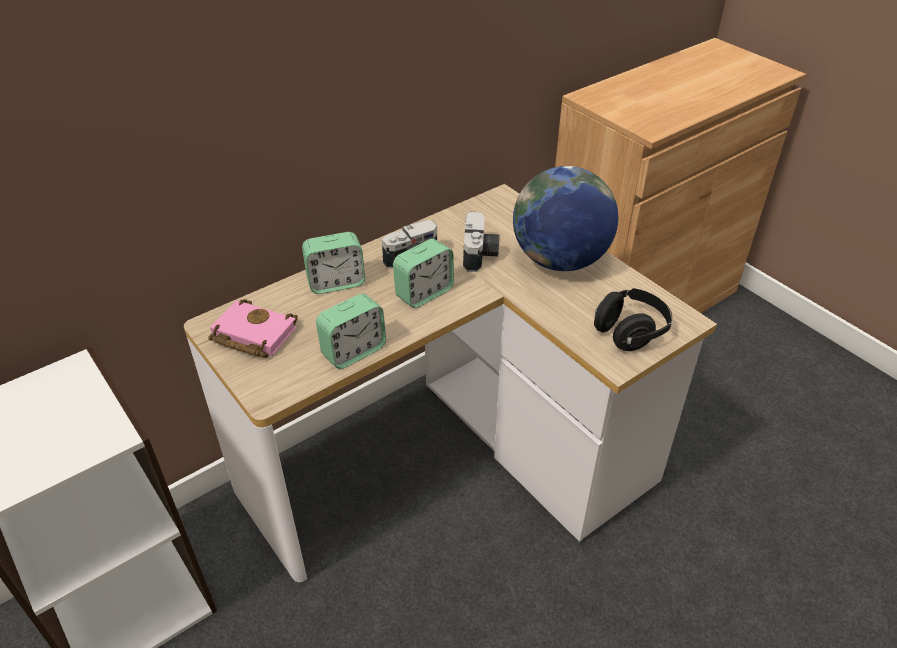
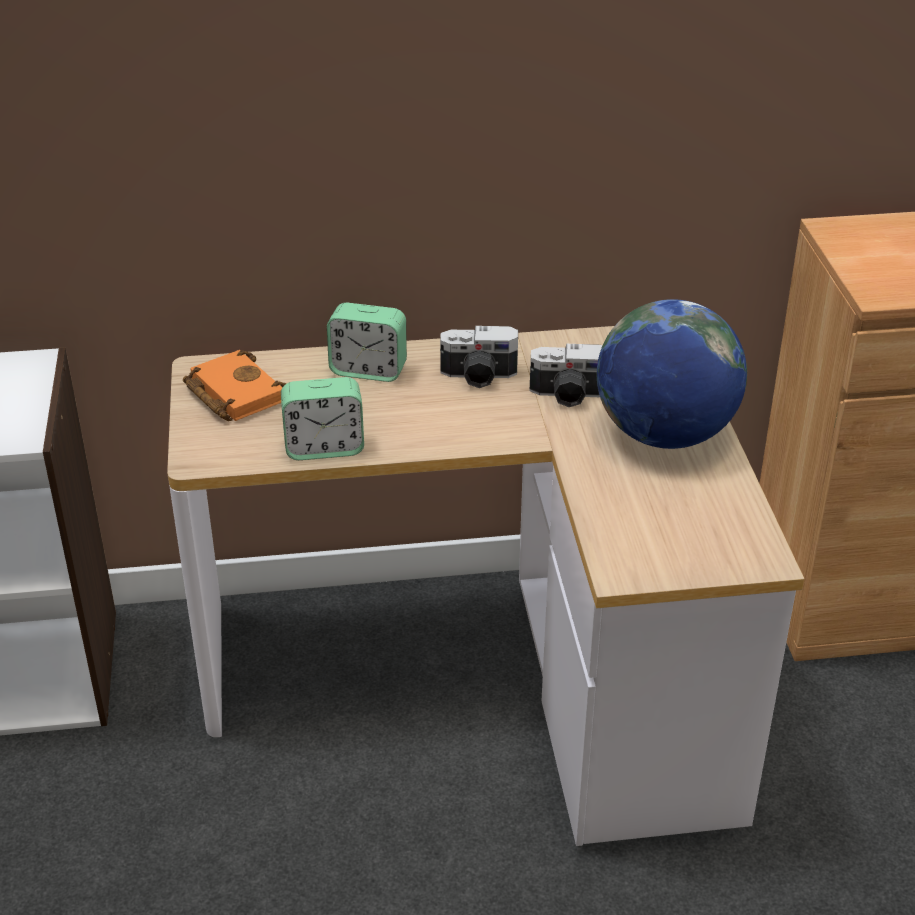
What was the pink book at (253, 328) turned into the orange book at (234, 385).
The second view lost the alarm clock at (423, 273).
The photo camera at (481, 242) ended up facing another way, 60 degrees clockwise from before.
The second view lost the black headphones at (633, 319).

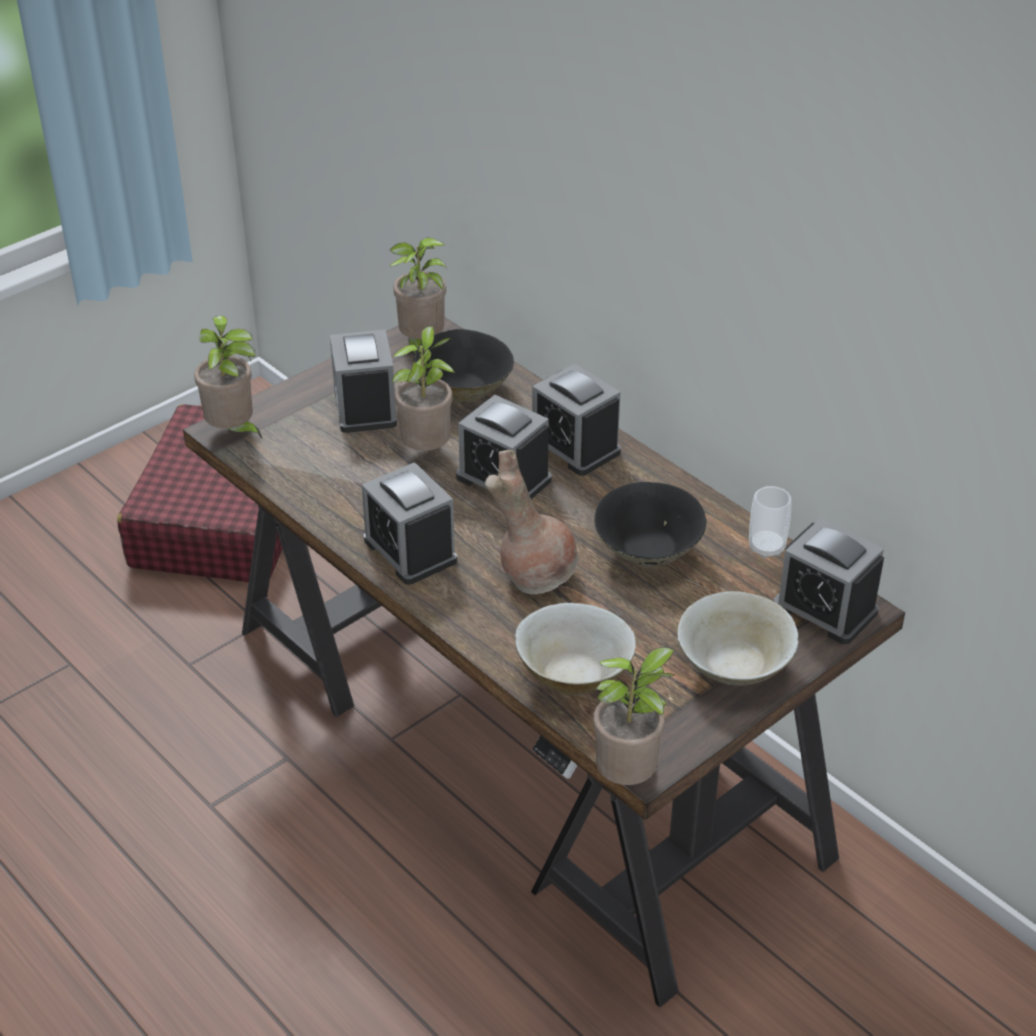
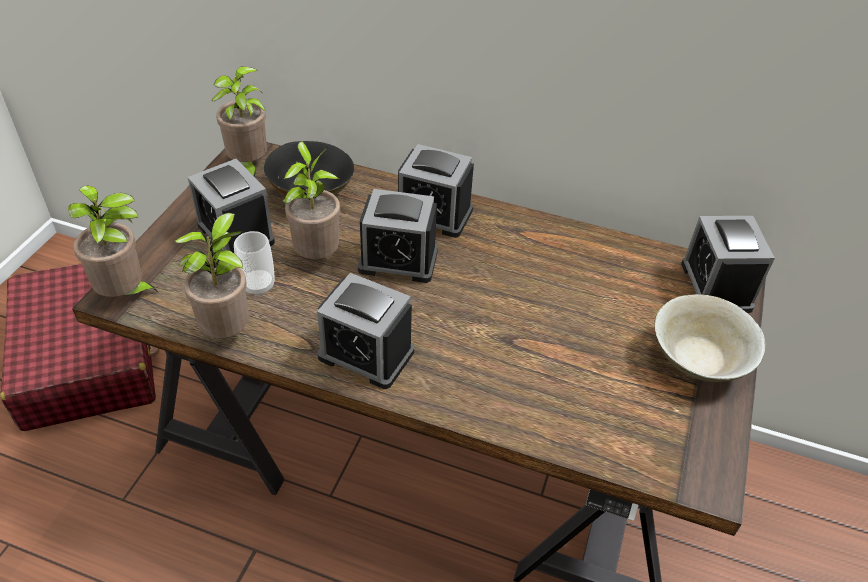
The second view lost the brown vase at (531, 522).
The second view lost the beige bowl at (575, 649).
The potted plant ended up elsewhere, having gone from (634, 716) to (211, 275).
The second view lost the black bowl at (650, 524).
The cup ended up elsewhere, having gone from (770, 522) to (254, 263).
The alarm clock at (828, 581) ended up facing another way, 75 degrees clockwise from before.

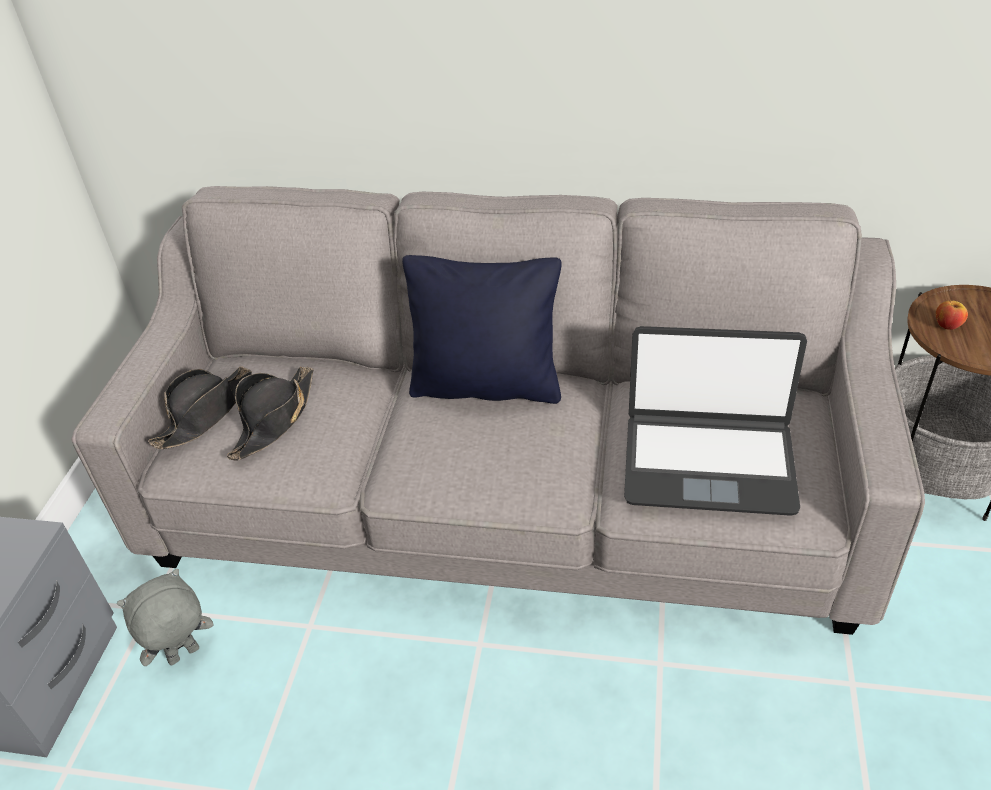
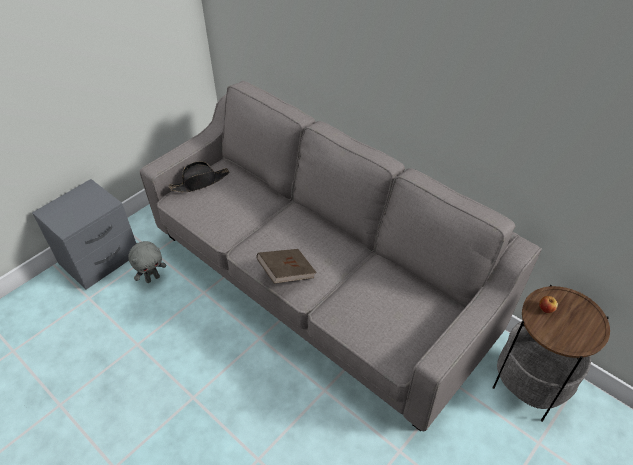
The grey plush toy at (165, 617) ended up facing another way, 150 degrees clockwise from before.
The second view lost the black hat at (270, 414).
The second view lost the black pillow at (482, 329).
The second view lost the laptop at (715, 421).
The second view gained the brown book at (286, 266).

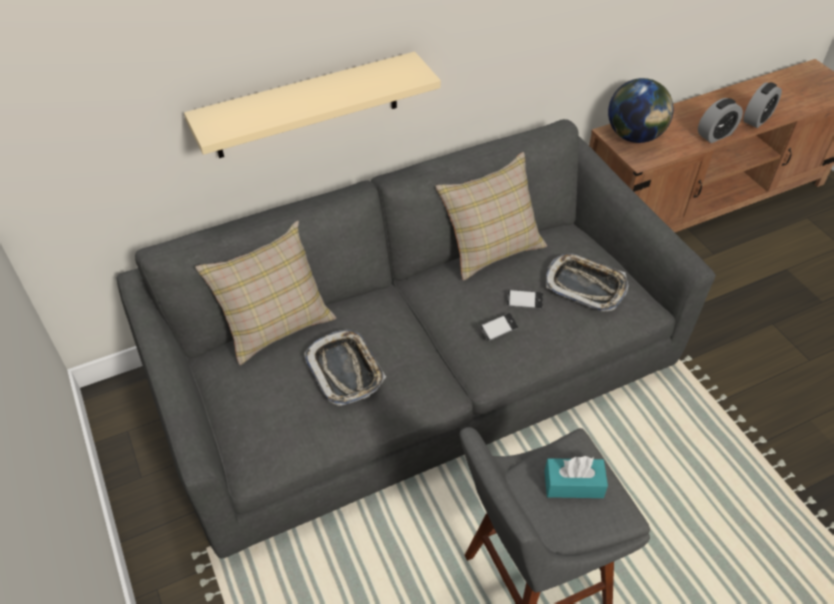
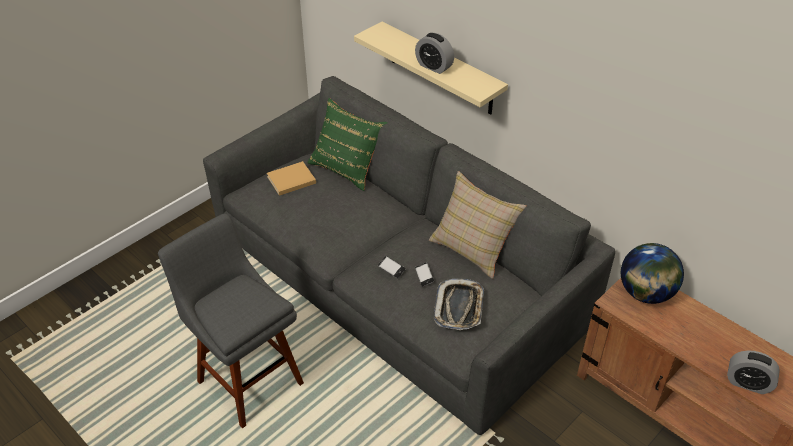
What was the beige pillow at (265, 293) turned into the green pillow at (347, 144).
The second view lost the tray at (345, 368).
The second view lost the turquoise tissue box at (576, 477).
The alarm clock ended up elsewhere, having gone from (720, 120) to (434, 53).
The second view gained the beige book at (291, 178).

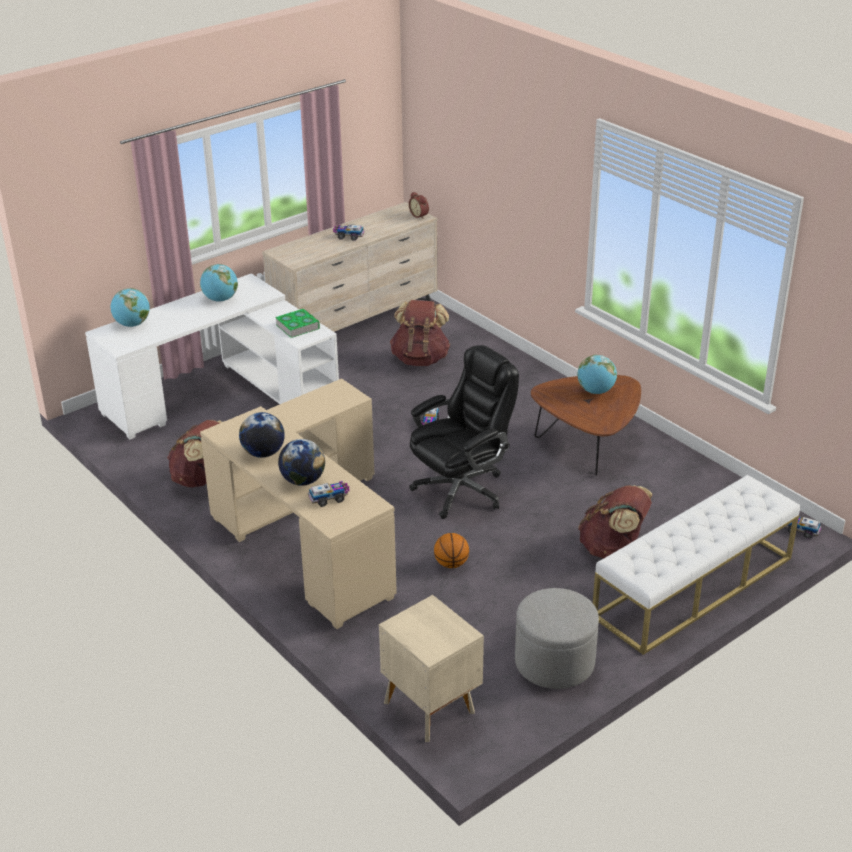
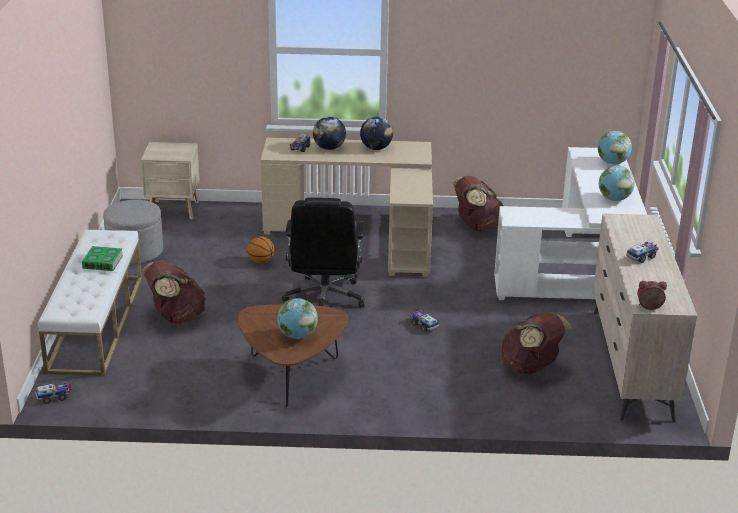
The book ended up elsewhere, having gone from (297, 323) to (102, 258).

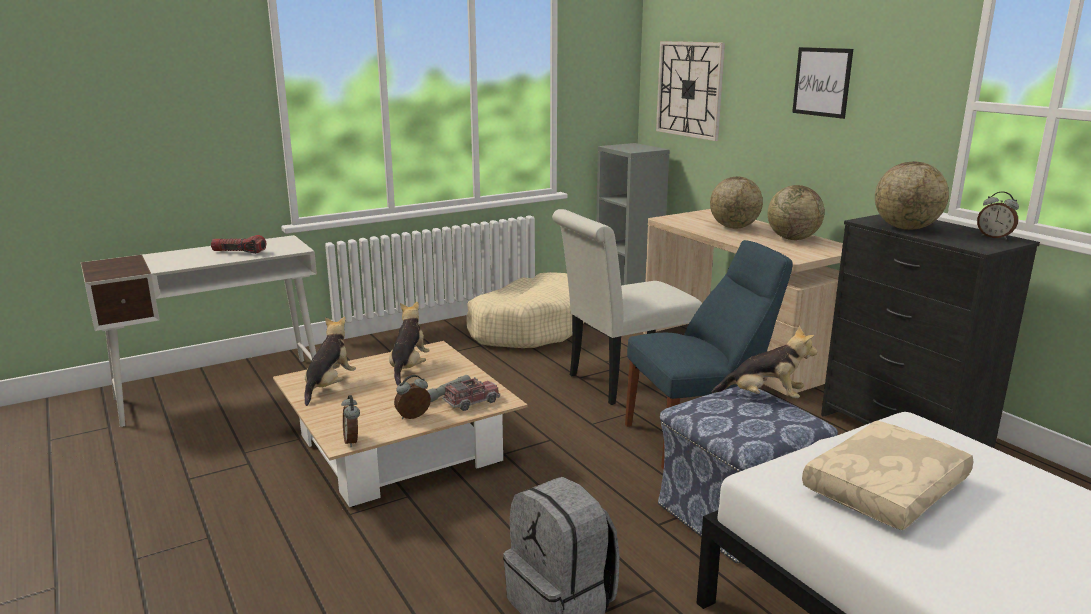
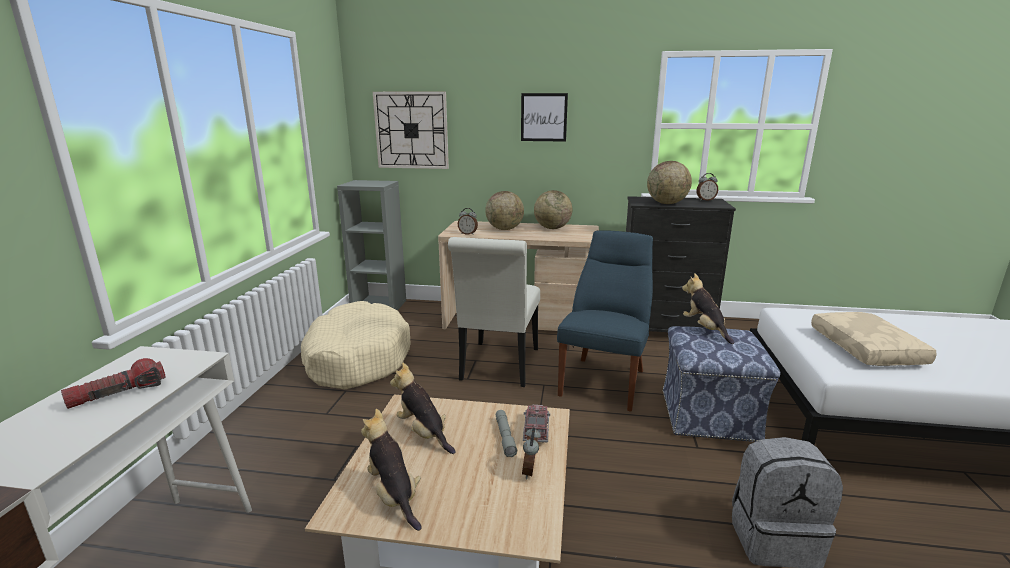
The alarm clock ended up elsewhere, having gone from (350, 421) to (468, 221).
The plush toy at (764, 362) ended up facing another way, 75 degrees counterclockwise from before.

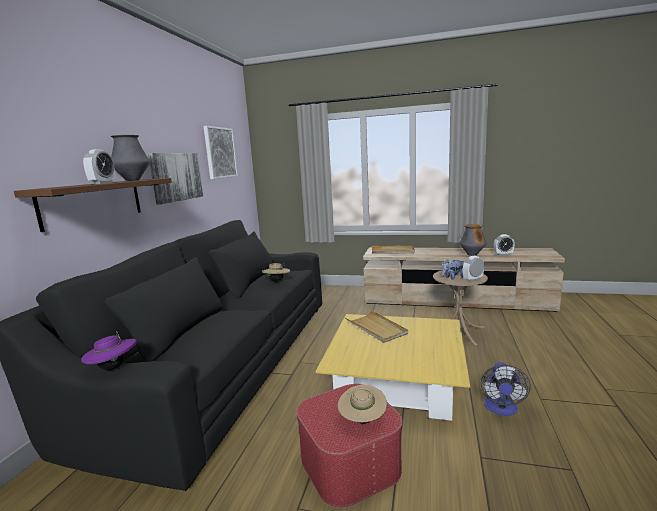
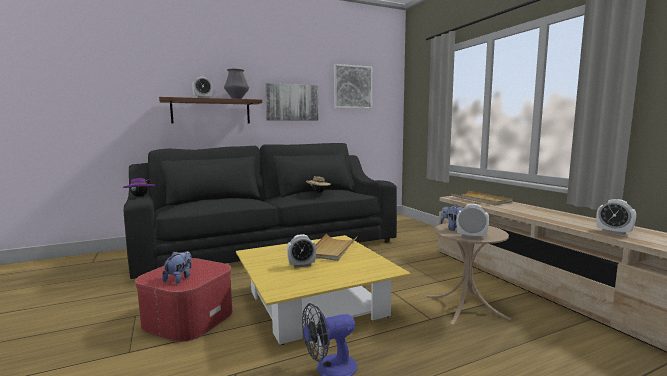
Where the beige hat stood at (362, 404), the plush toy came to stand at (177, 267).
The second view lost the vase at (473, 240).
The second view gained the alarm clock at (301, 251).

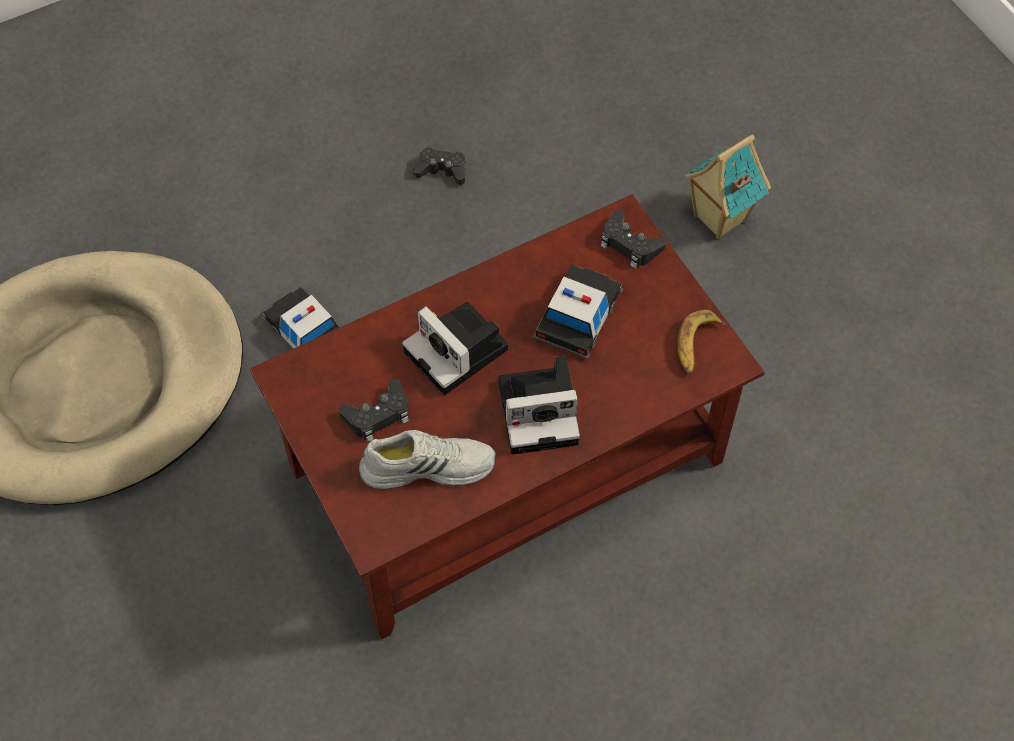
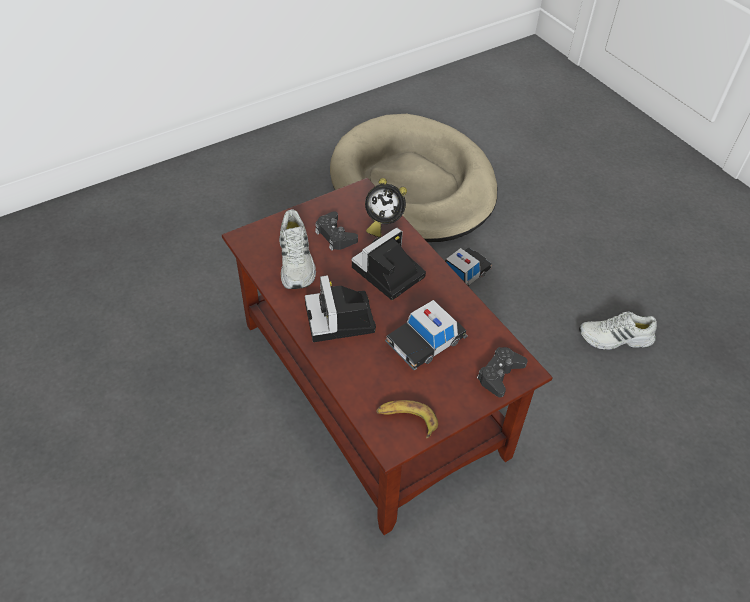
Where the black game controller stood at (439, 166), the white shoe came to stand at (618, 330).
The toy car at (578, 311) ended up facing another way, 120 degrees clockwise from before.
The second view lost the toy house at (728, 186).
The second view gained the alarm clock at (386, 207).

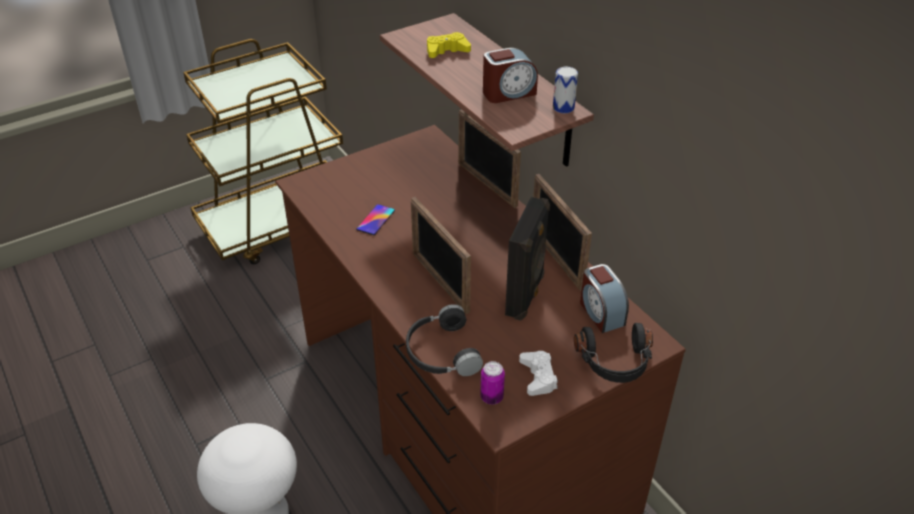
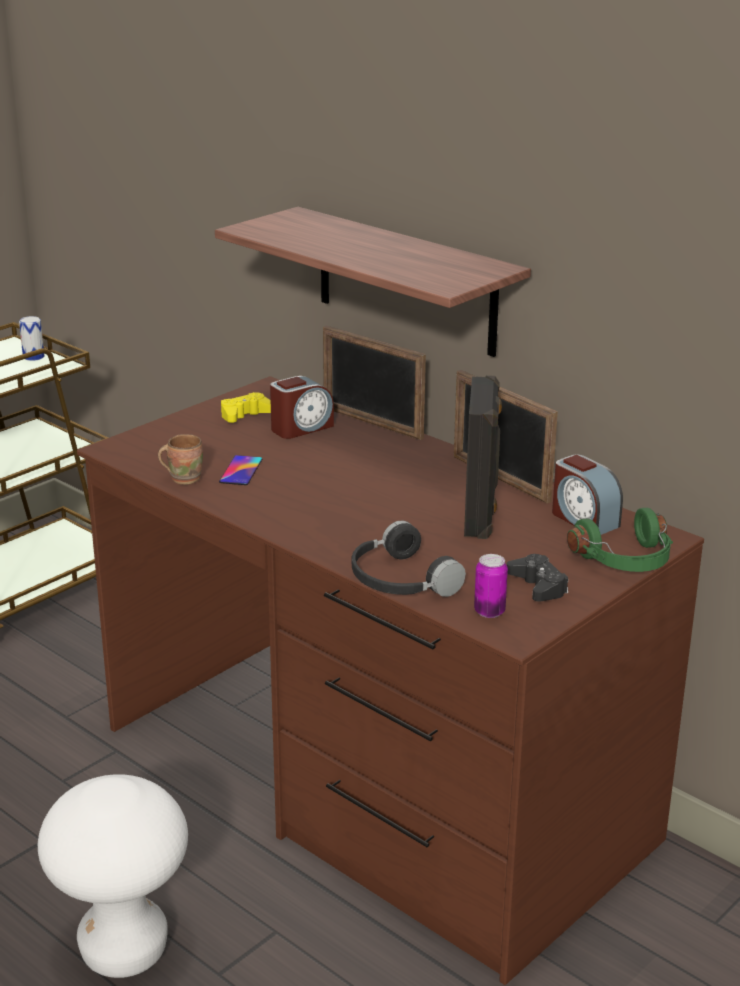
The second view lost the picture frame at (441, 255).
The yellow game controller ended up elsewhere, having gone from (449, 45) to (246, 407).
The alarm clock ended up elsewhere, having gone from (510, 75) to (302, 407).
What was the white game controller at (538, 373) turned into the black game controller at (537, 578).
The can ended up elsewhere, having gone from (565, 90) to (31, 338).
What was the black headphones at (613, 353) turned into the green headphones at (620, 540).
The second view gained the brown mug at (180, 459).

